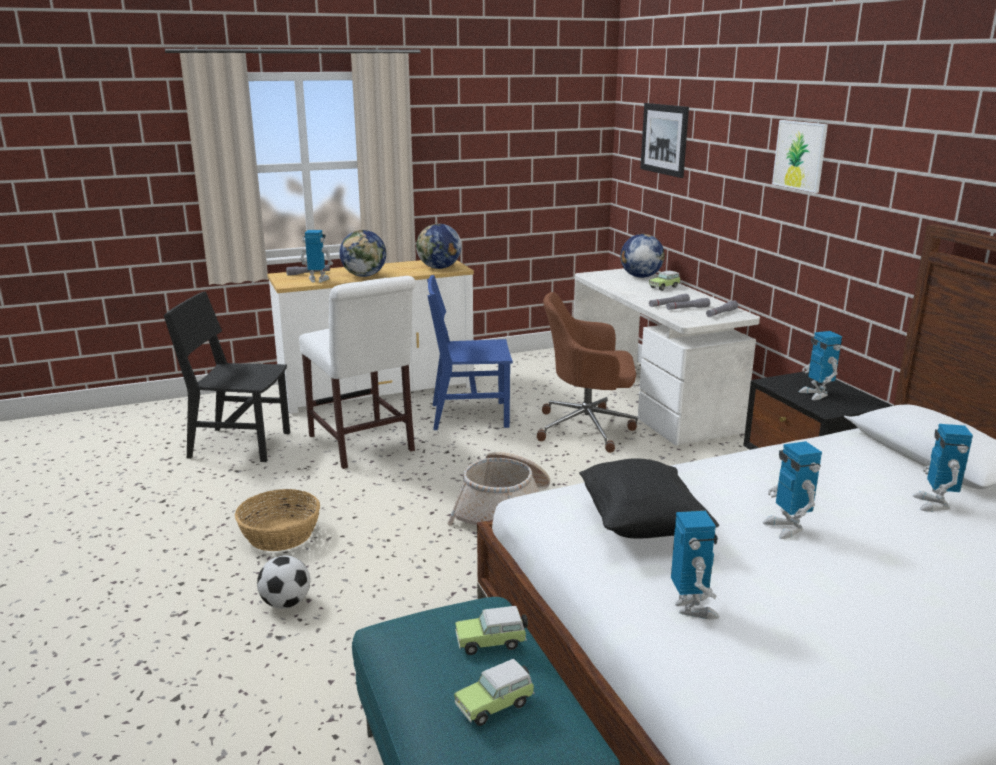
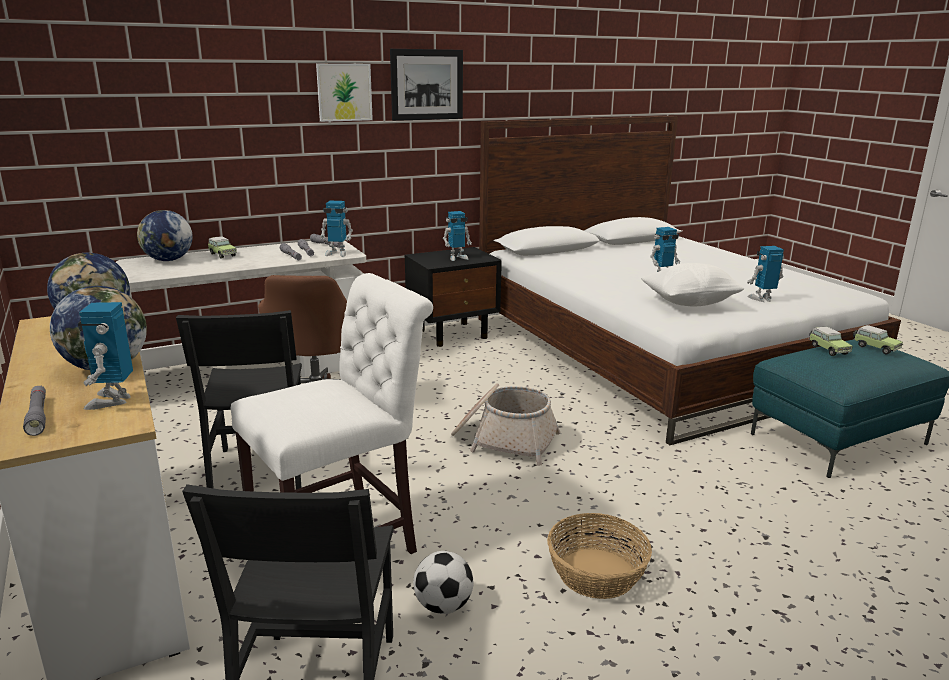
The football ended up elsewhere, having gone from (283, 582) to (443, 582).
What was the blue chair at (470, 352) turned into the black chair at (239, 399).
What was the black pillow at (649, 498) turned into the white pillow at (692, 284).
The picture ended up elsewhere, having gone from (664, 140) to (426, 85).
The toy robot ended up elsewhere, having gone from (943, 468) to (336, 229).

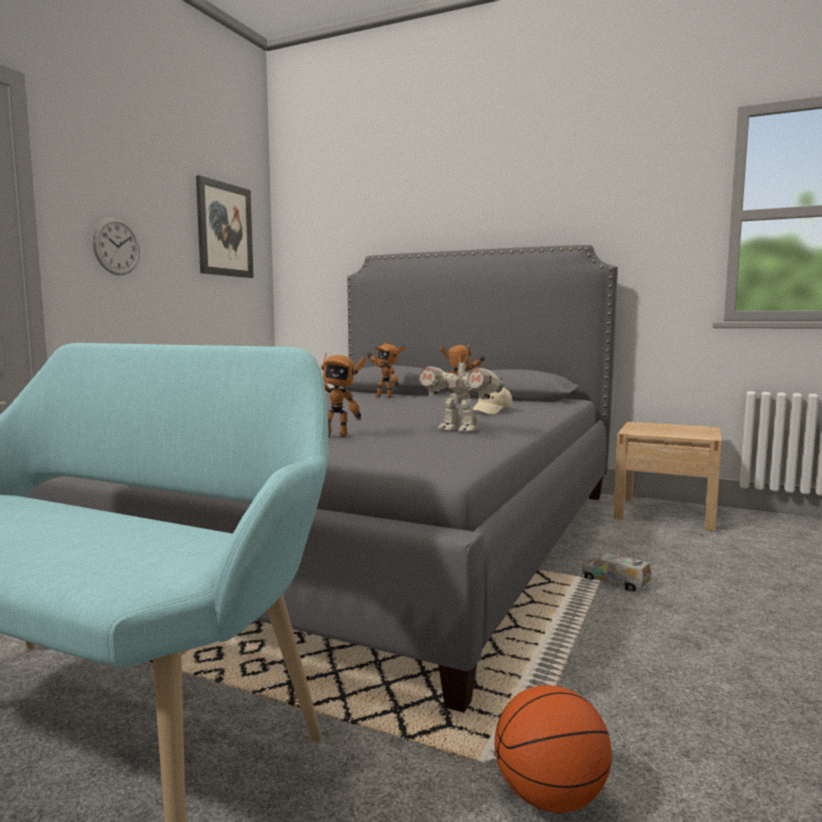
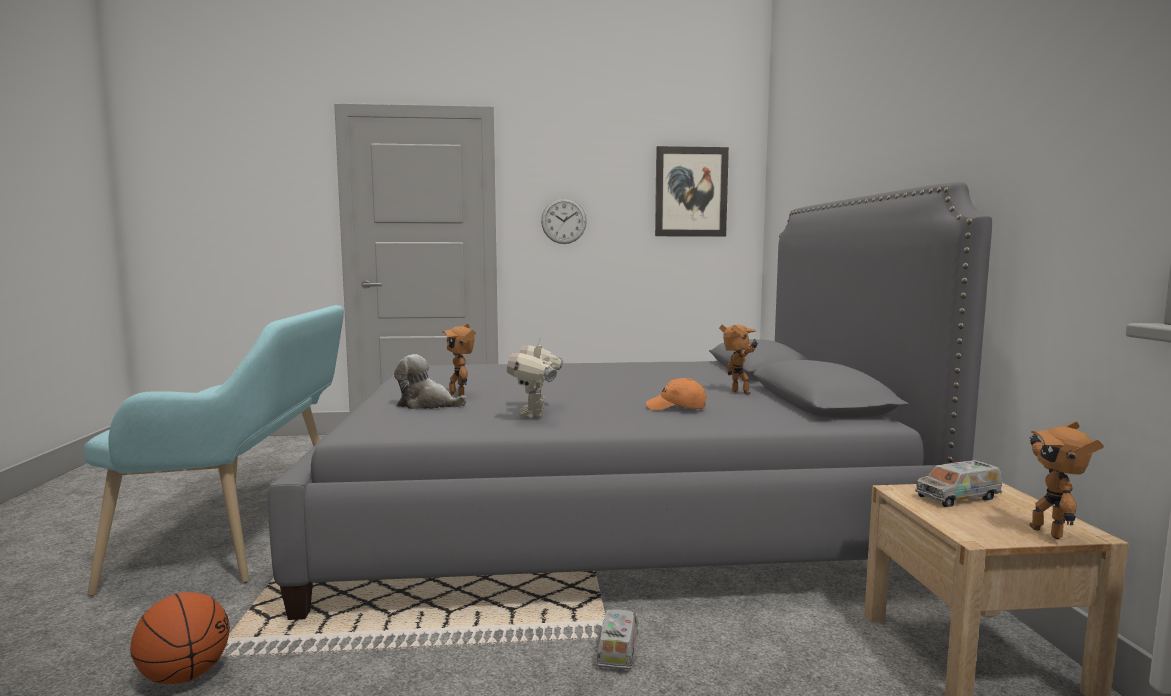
The toy robot ended up elsewhere, having gone from (386, 370) to (1067, 480).
What was the beige cap at (493, 401) turned into the orange cap at (676, 394).
The second view gained the plush toy at (430, 381).
The second view gained the toy truck at (958, 483).

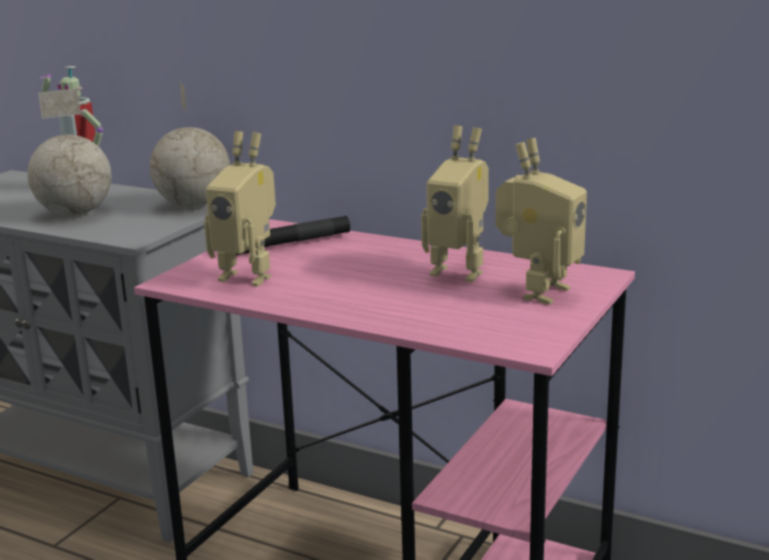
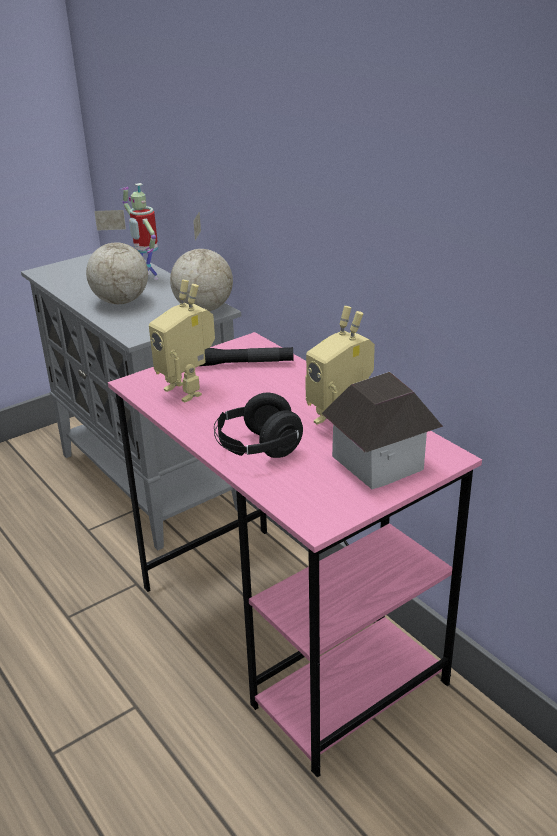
Where the toy robot stood at (541, 221), the toy house came to stand at (382, 430).
The second view gained the black headphones at (258, 425).

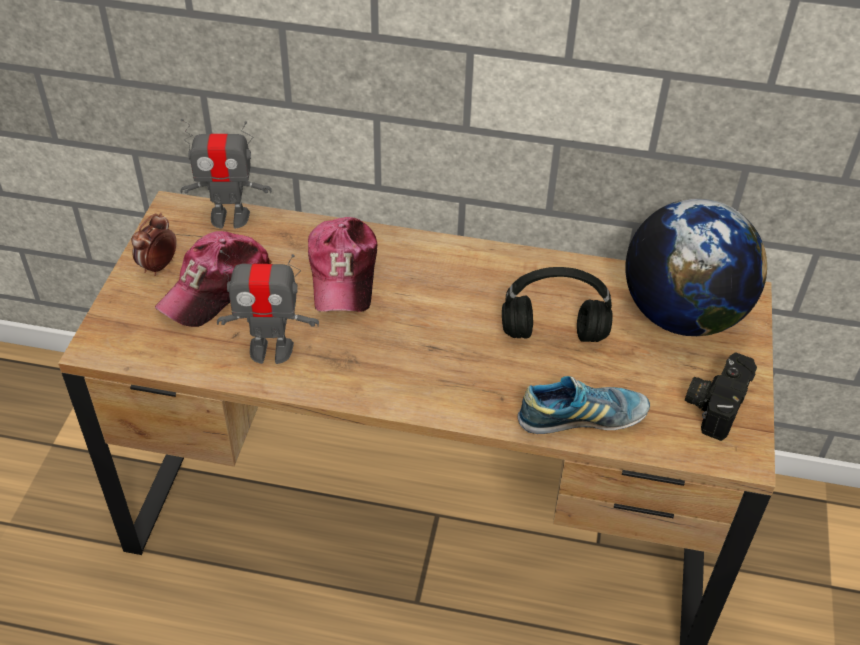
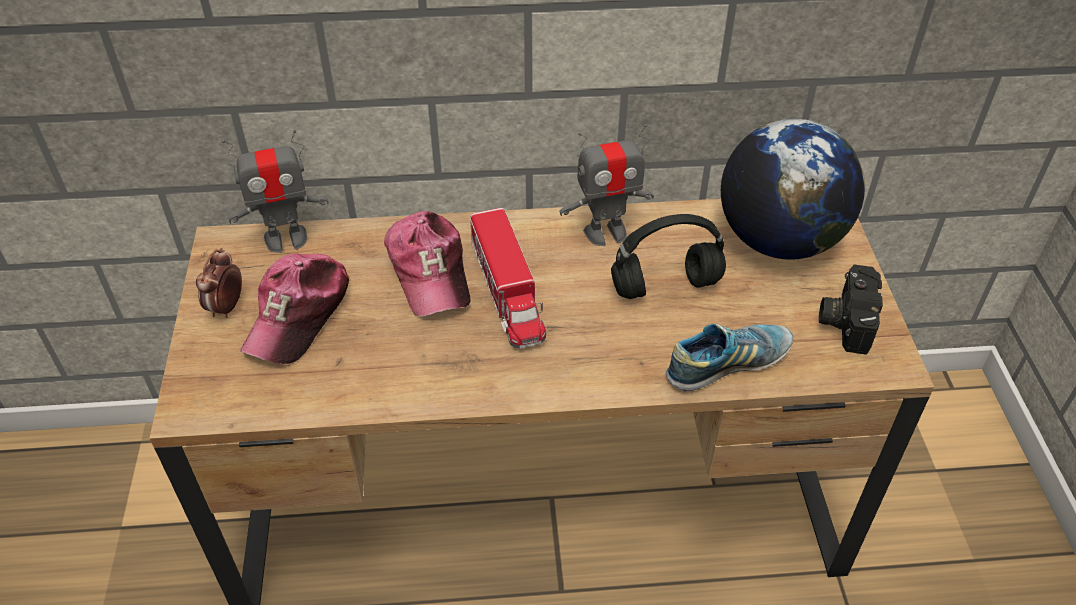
The toy robot ended up elsewhere, having gone from (268, 307) to (606, 185).
The second view gained the toy truck at (508, 278).

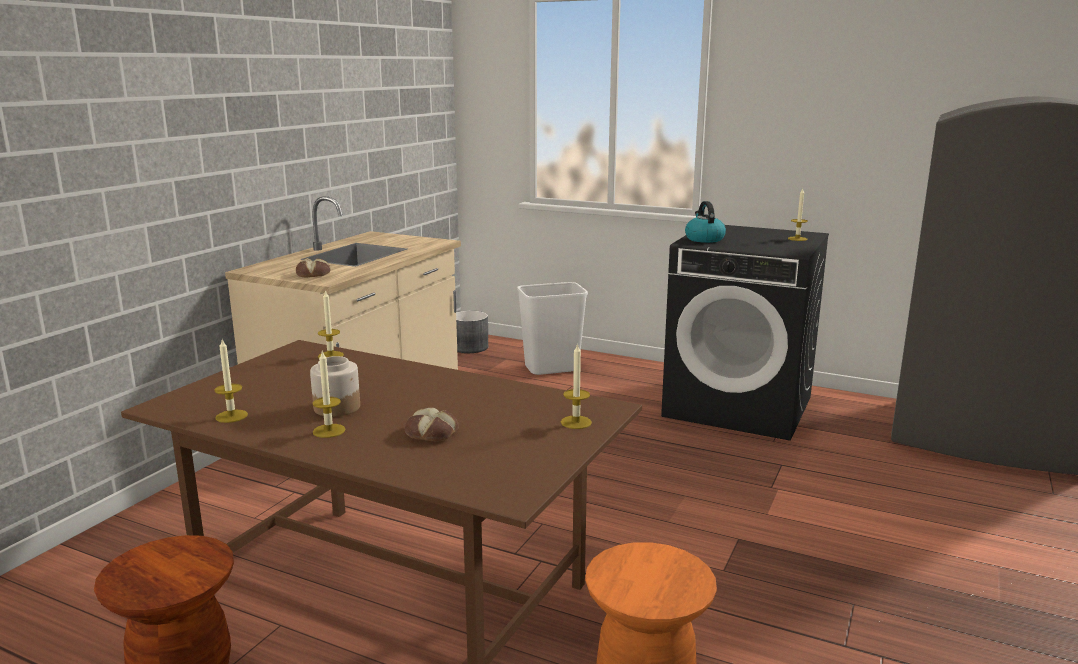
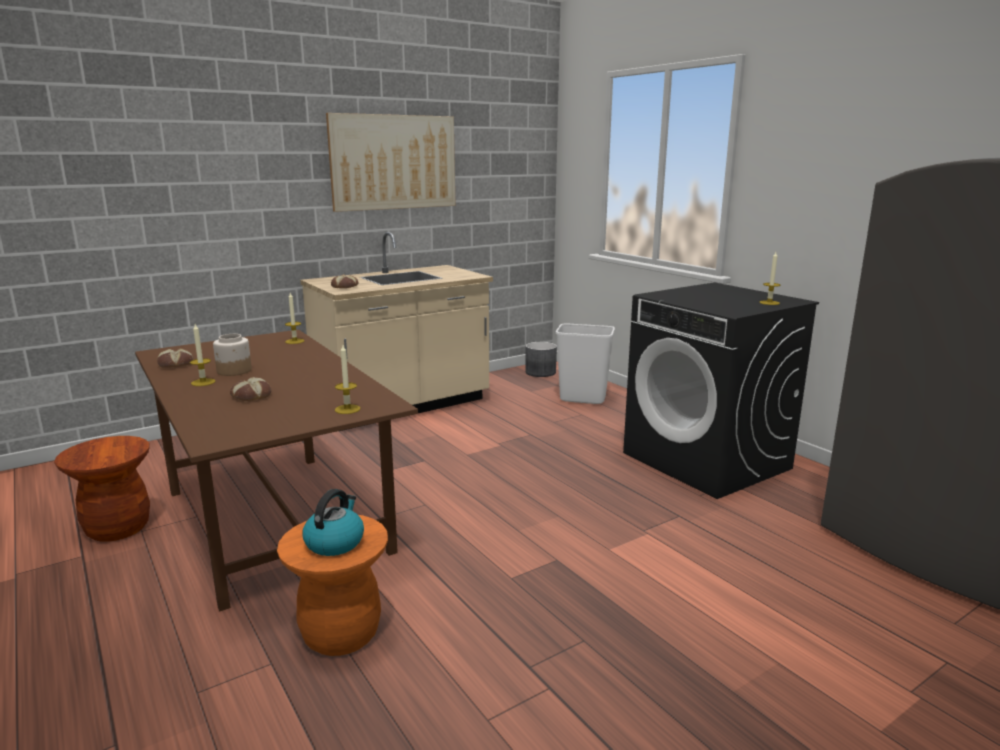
Where the candle stood at (231, 381), the bread came to stand at (175, 358).
The kettle ended up elsewhere, having gone from (705, 222) to (333, 522).
The second view gained the picture at (391, 162).

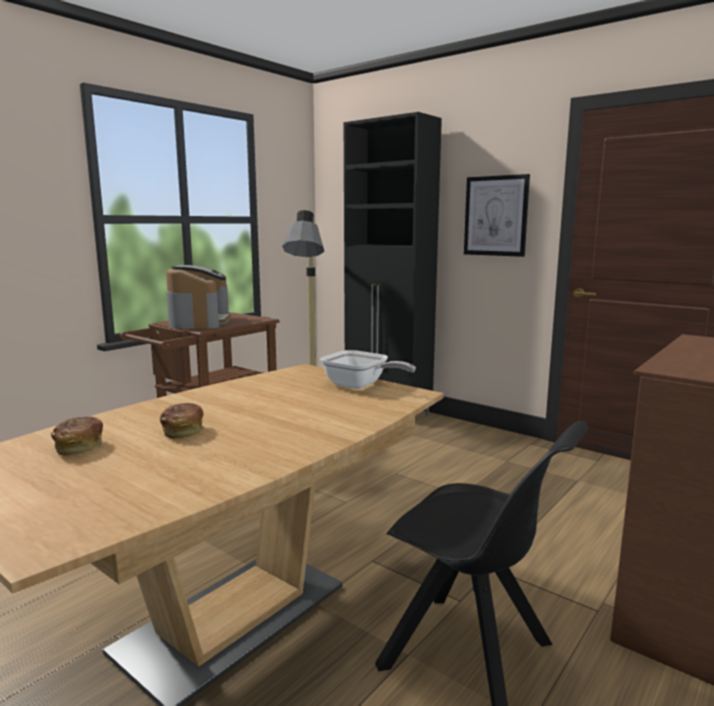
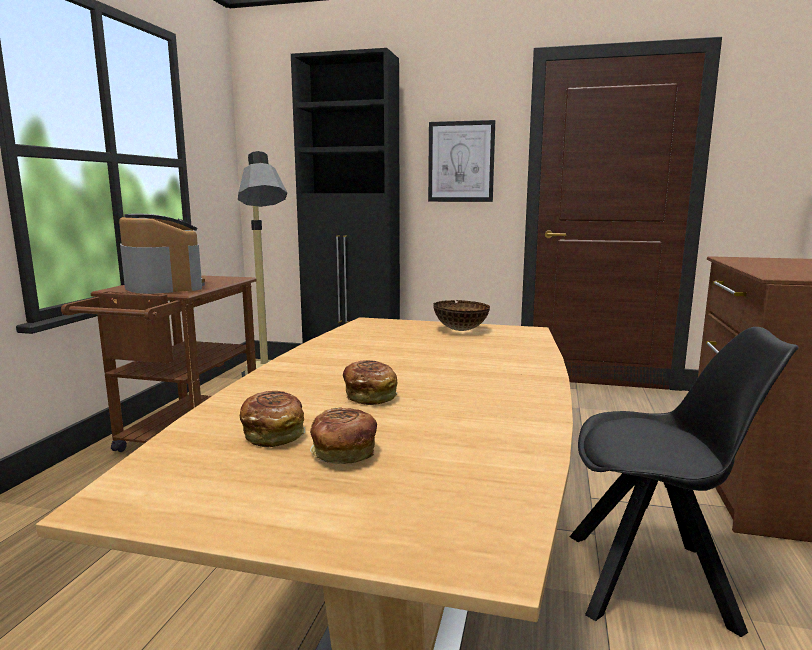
Where the frying pan stood at (368, 369), the bowl came to stand at (461, 315).
The second view gained the bread at (343, 435).

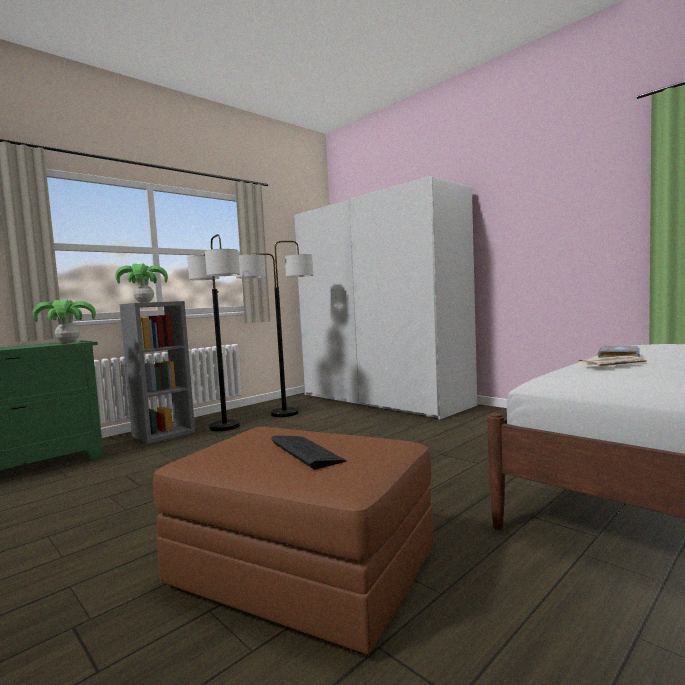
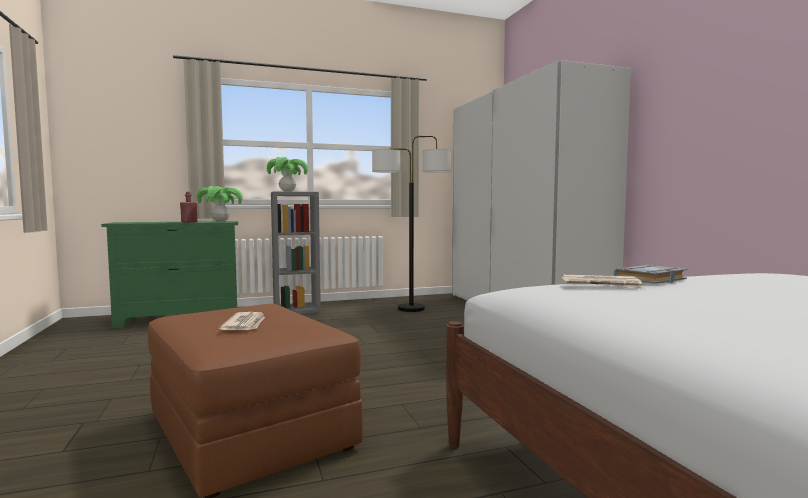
The second view lost the floor lamp at (213, 332).
Where the keyboard stood at (309, 452), the newspaper came to stand at (242, 321).
The second view gained the red bottle at (188, 207).

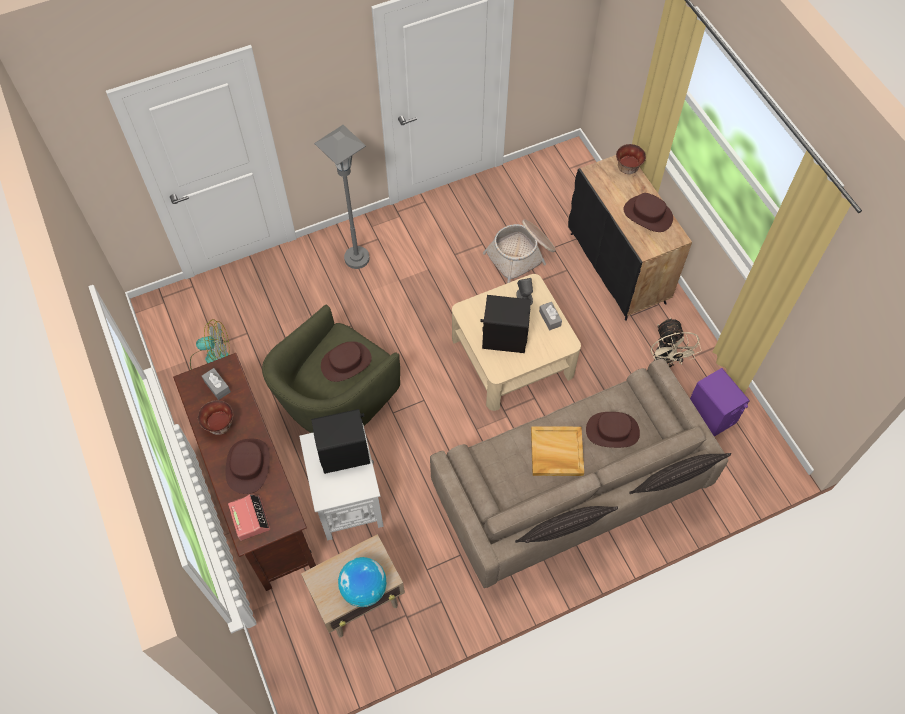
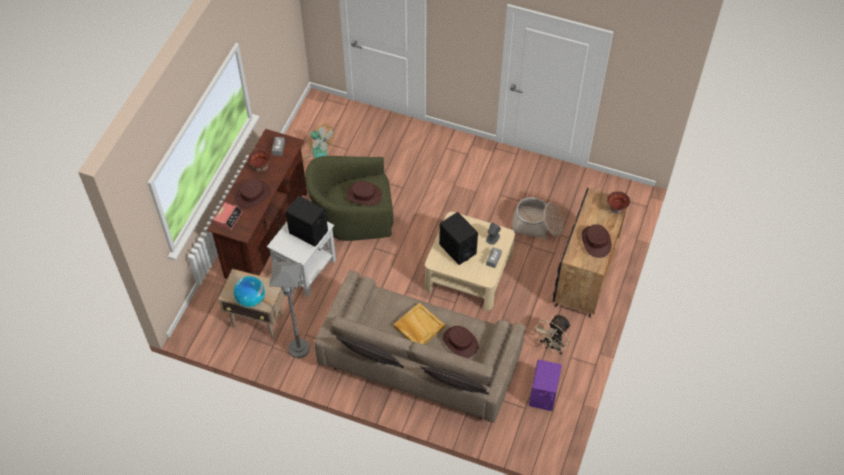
The grey floor lamp ended up elsewhere, having gone from (341, 197) to (289, 310).

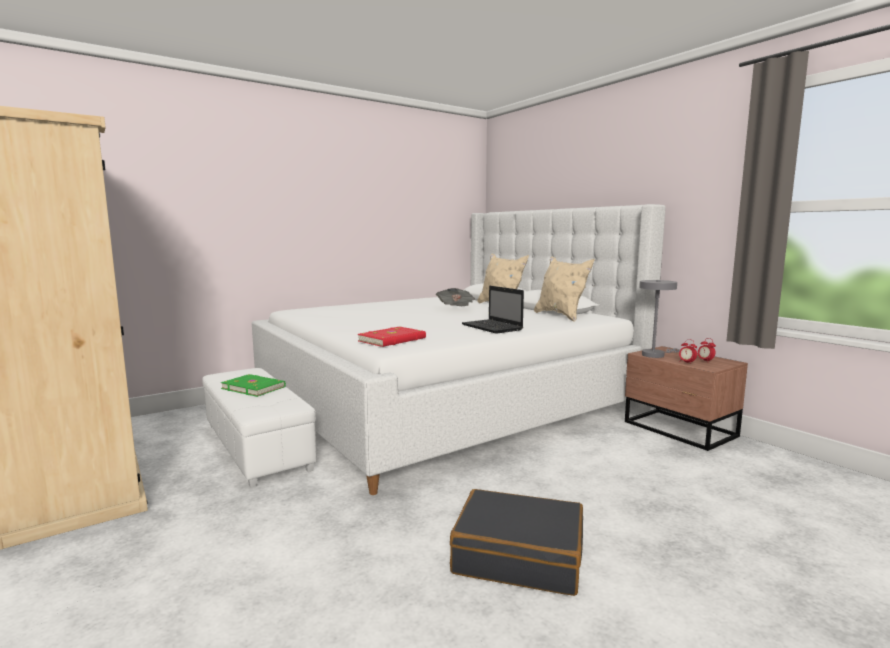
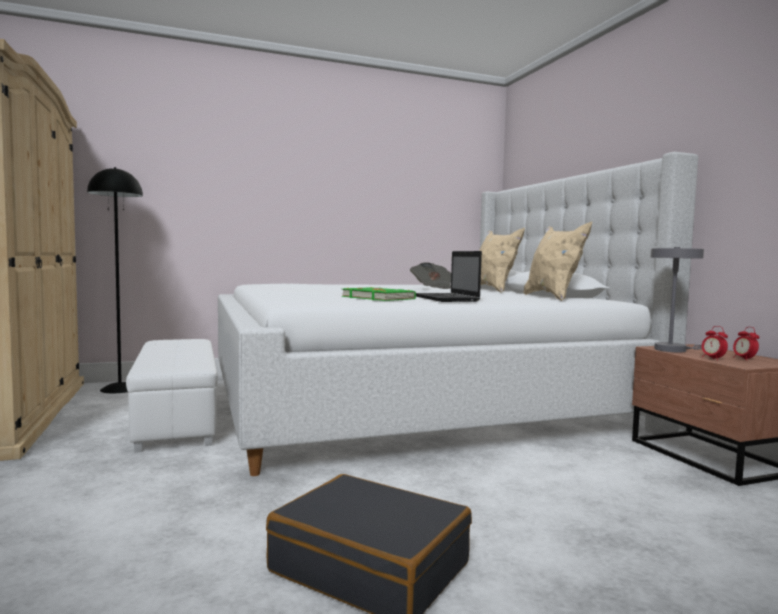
The green book ended up elsewhere, having gone from (253, 385) to (379, 294).
The second view lost the red book at (392, 336).
The second view gained the black floor lamp at (115, 280).

